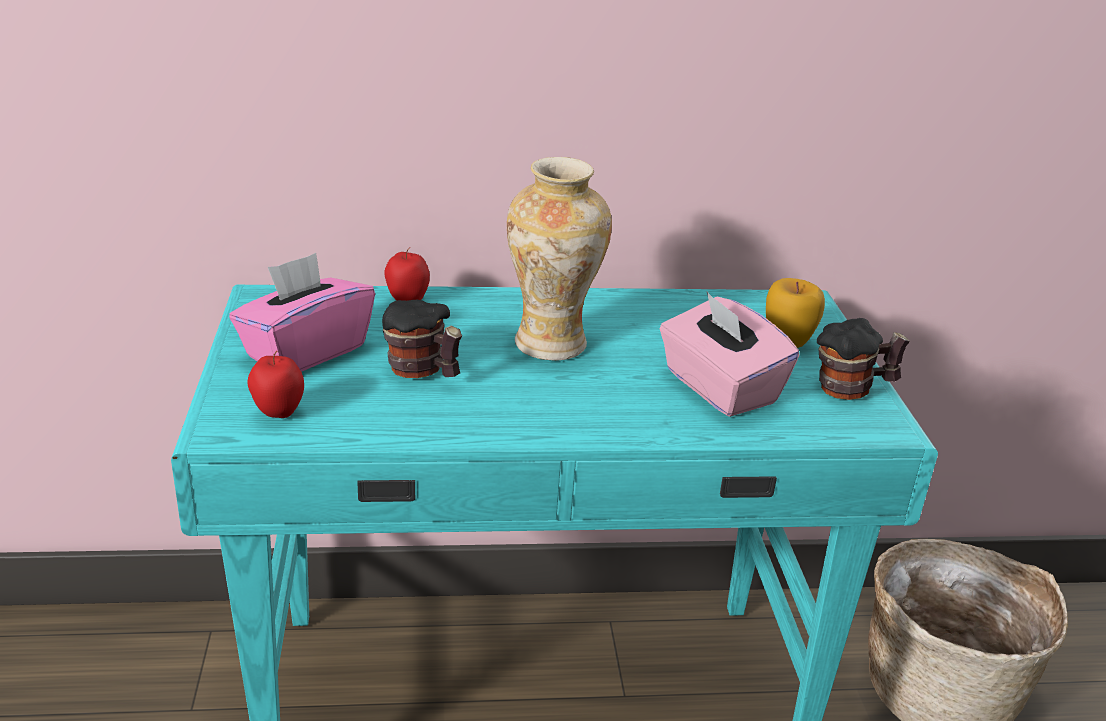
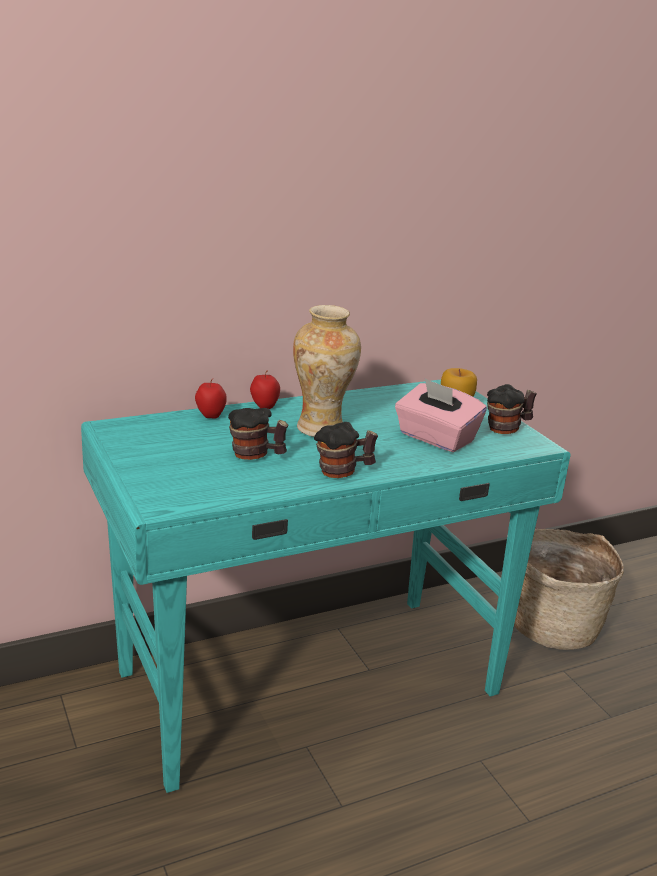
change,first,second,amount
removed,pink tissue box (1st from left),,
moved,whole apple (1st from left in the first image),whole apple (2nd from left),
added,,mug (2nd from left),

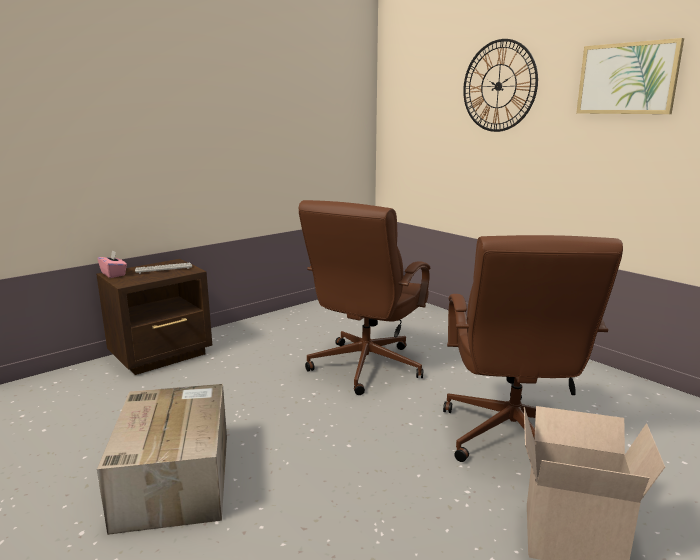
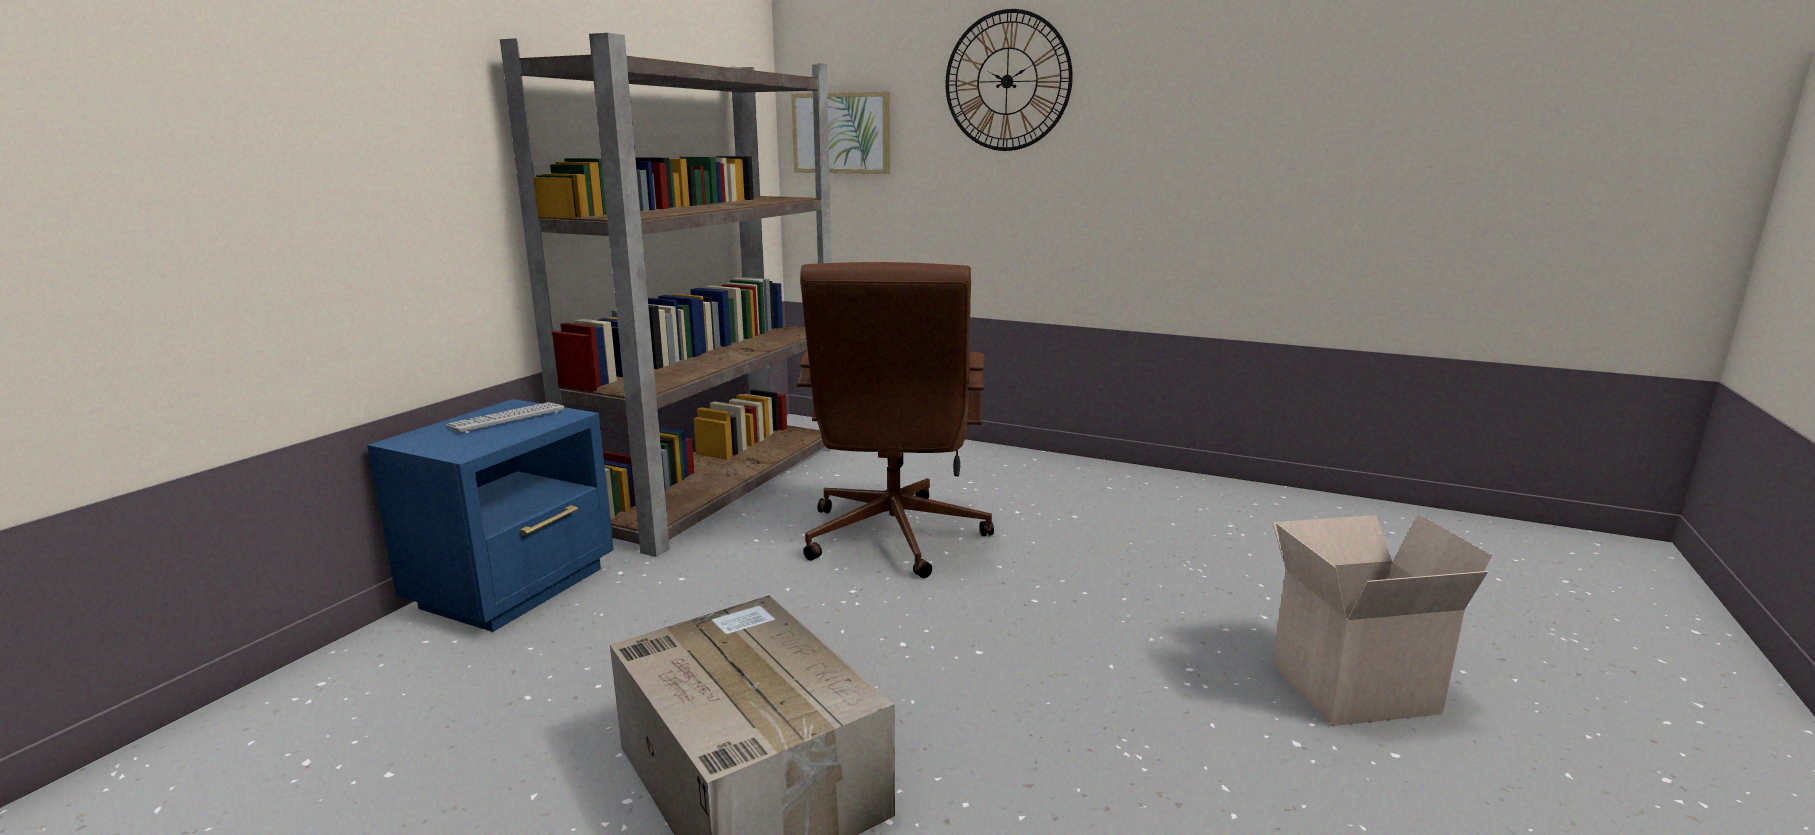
change,first,second,amount
recoloured,brown-coloured bedside table,bluish bedside table,
removed,pink tissue box,,
removed,brown-coloured office chair (2nd from left),,
moved,picture,,
added,,brown-coloured bookcase,

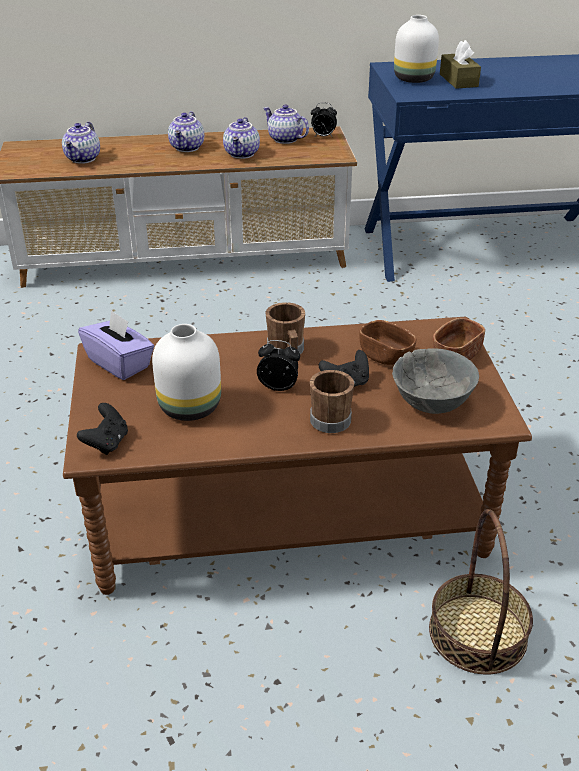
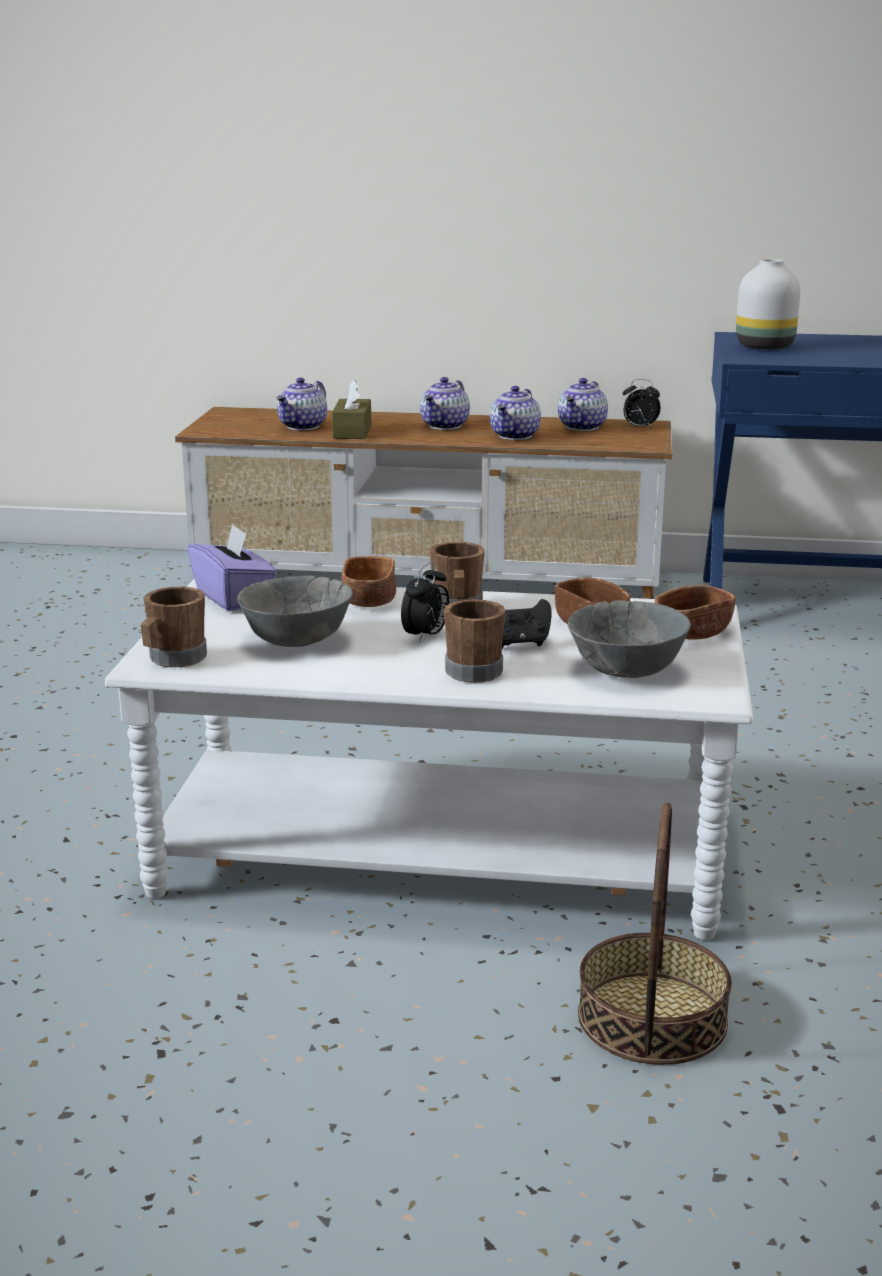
change,first,second,amount
recoloured,brown-coloured coffee table,white-coloured coffee table,
replaced,black joypad (1st from left),brown-coloured mug (1st from left),
replaced,white-coloured vase (1st from left),gray serving bowl (1st from left),
turned,alarm clock (1st from left),,90 degrees clockwise
turned,tea pot (4th from left),,120 degrees counterclockwise
moved,brown-coloured tissue box,,
added,,brown-coloured serving bowl (1st from left),

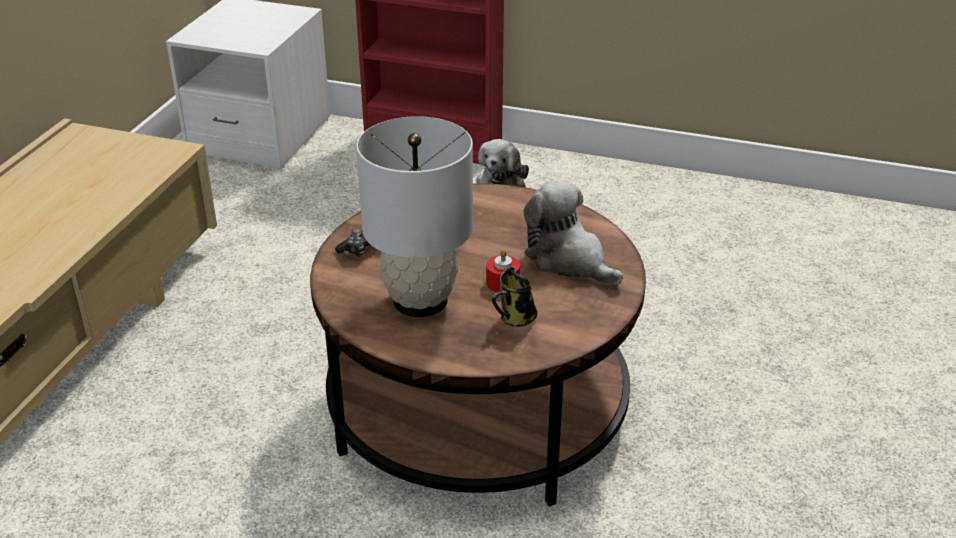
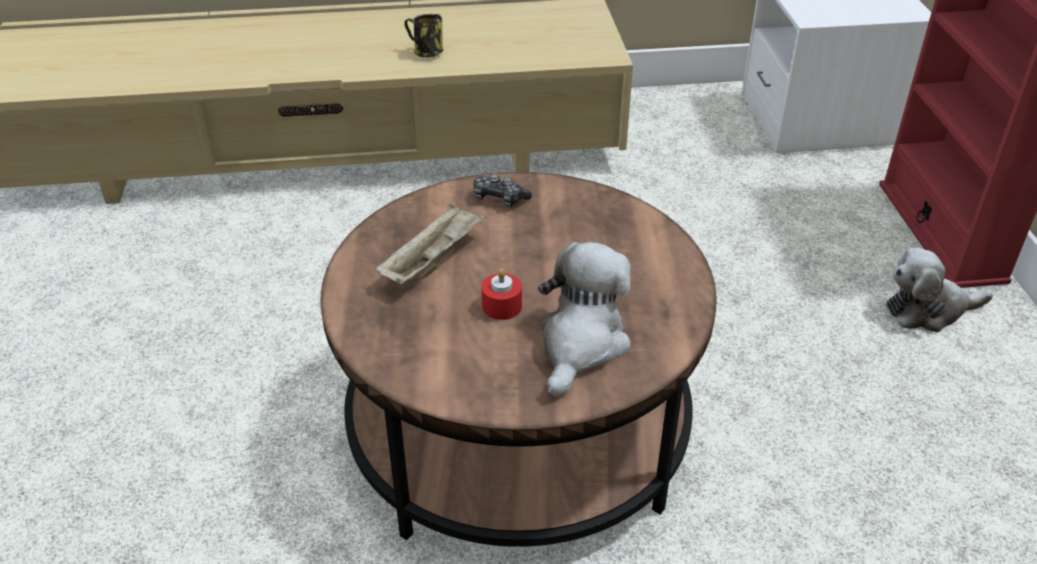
change,first,second,amount
replaced,white-coloured lamp for a table,beige carrying tray,
moved,mug,,

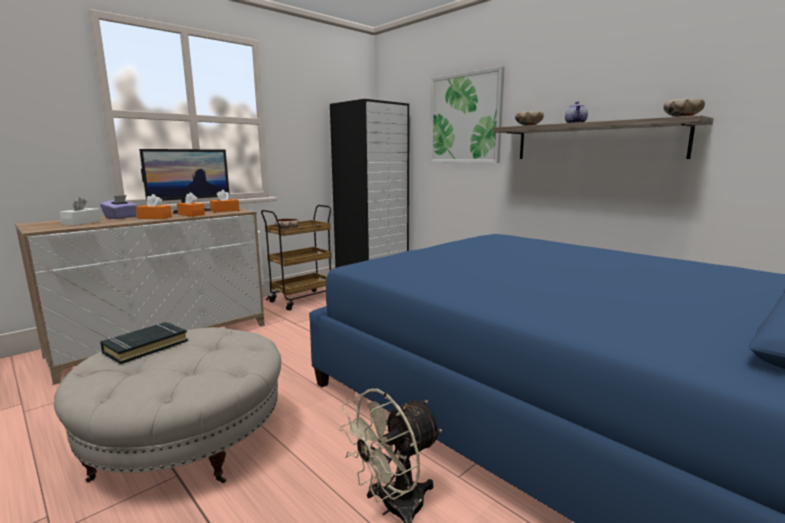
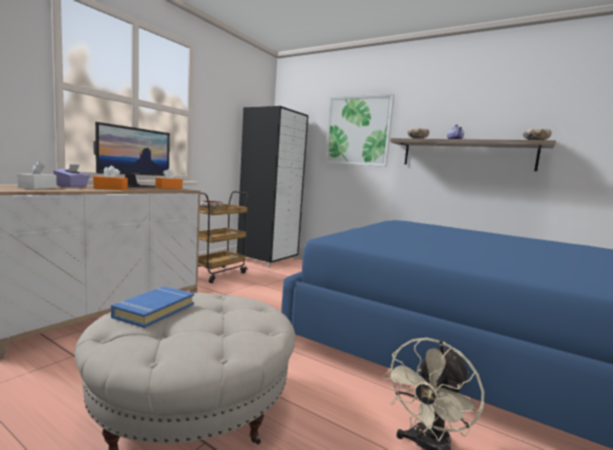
change,first,second,amount
recoloured,black book,bluish book,
removed,orange-coloured tissue box (2nd from left),,

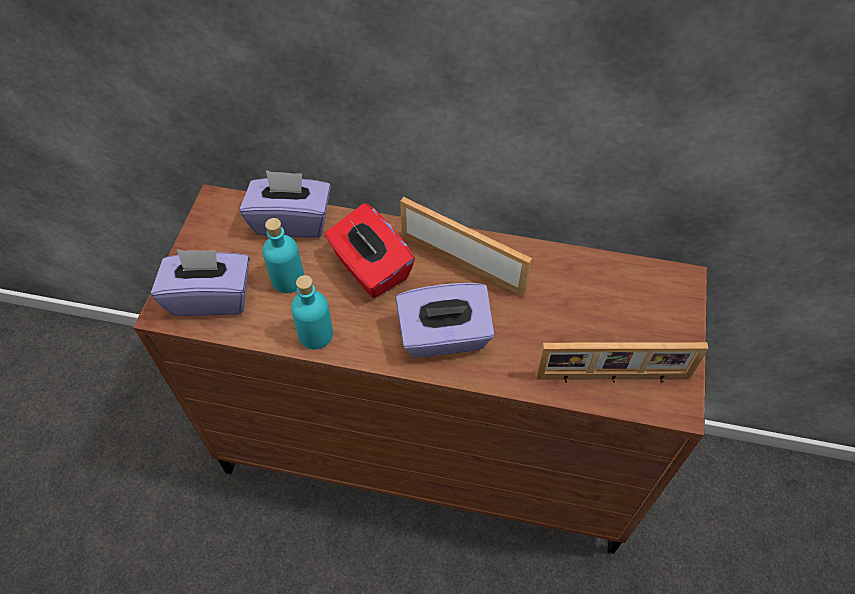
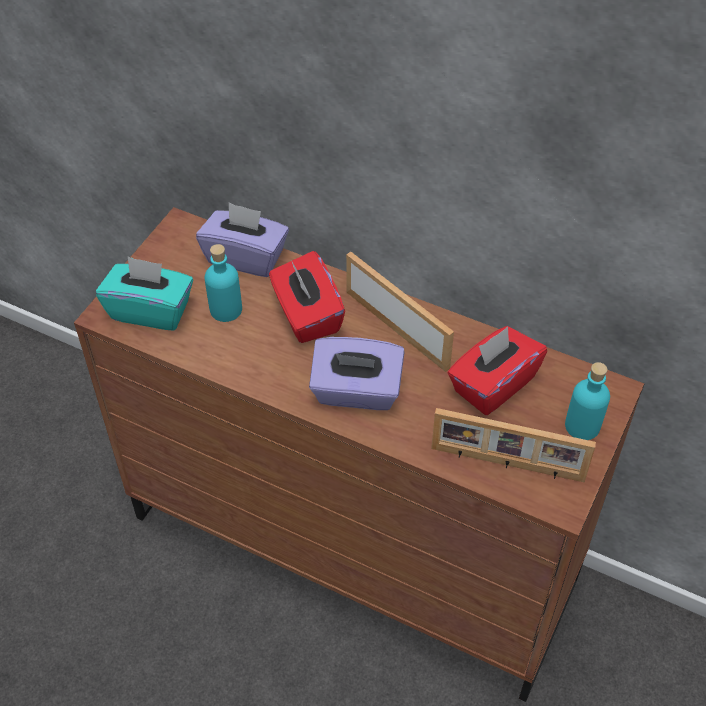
change,first,second,amount
recoloured,purple tissue box (1st from left),blue-green tissue box,
moved,blue-green bottle (2nd from left),,
added,,red-coloured tissue box (2nd from left),

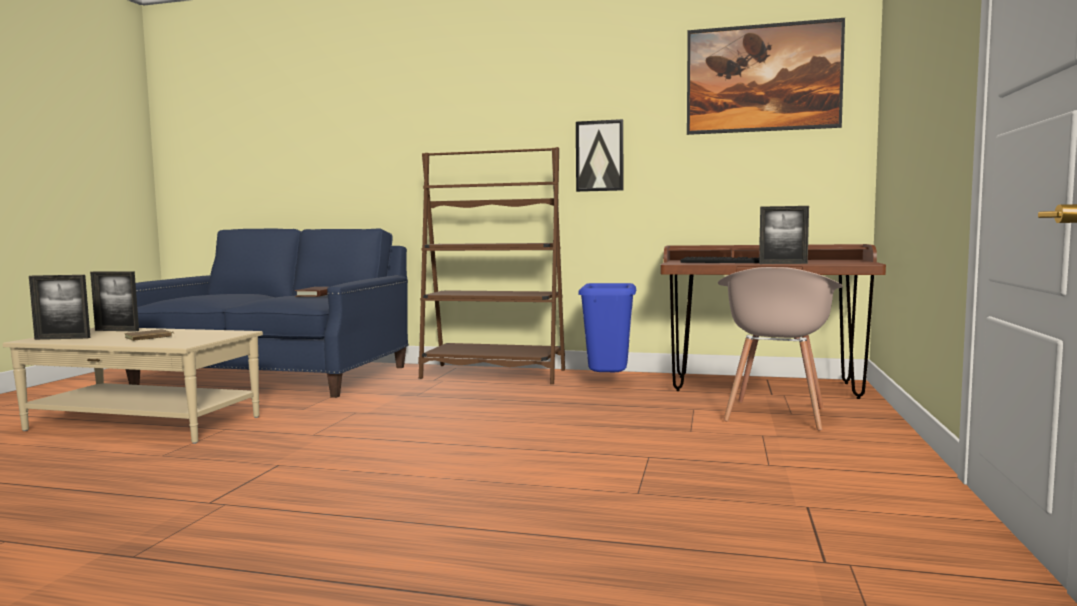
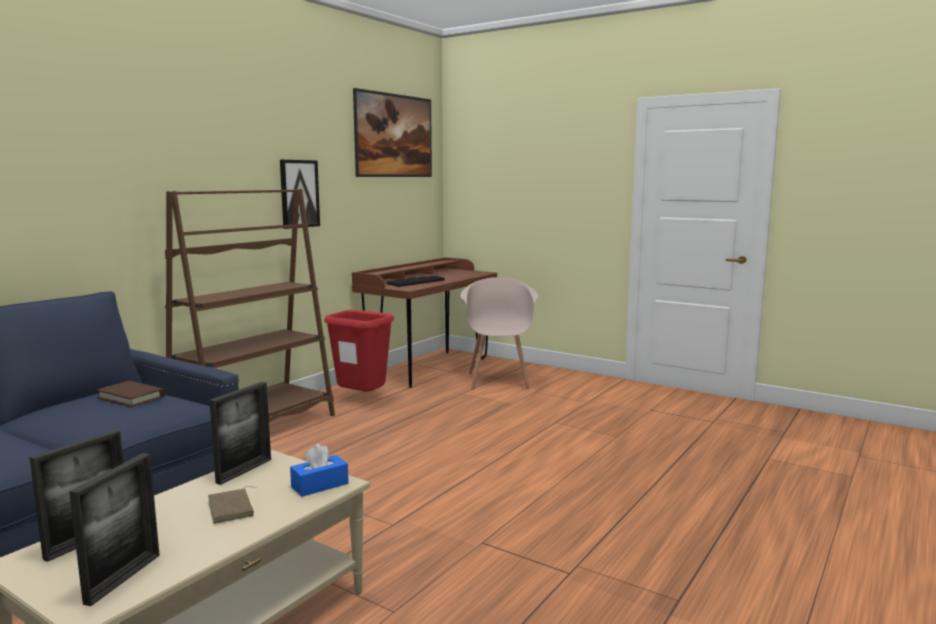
change,first,second,amount
recoloured,bluish waste bin,red-coloured waste bin,
turned,beige chair,,135 degrees counterclockwise
moved,photo frame (3rd from left),,
added,,bluish tissue box,

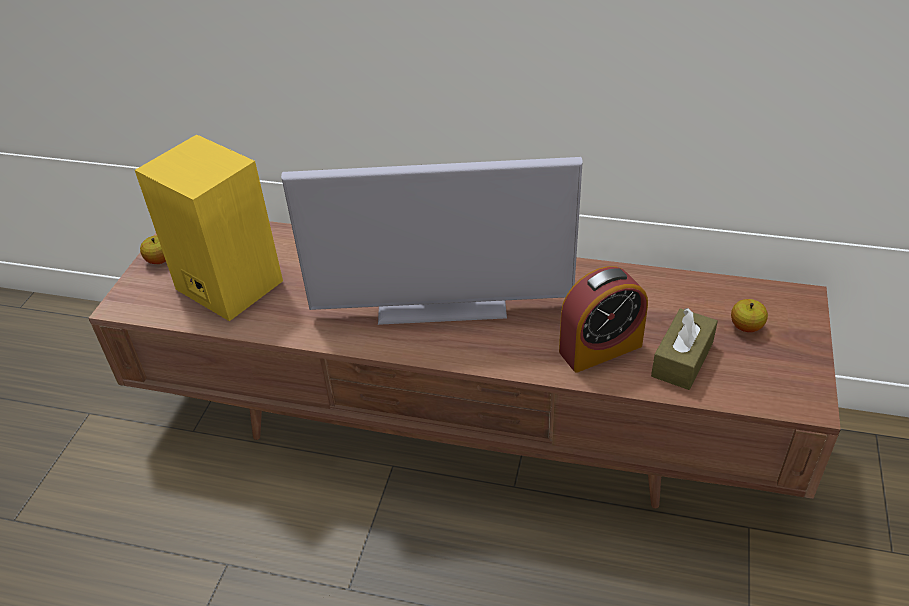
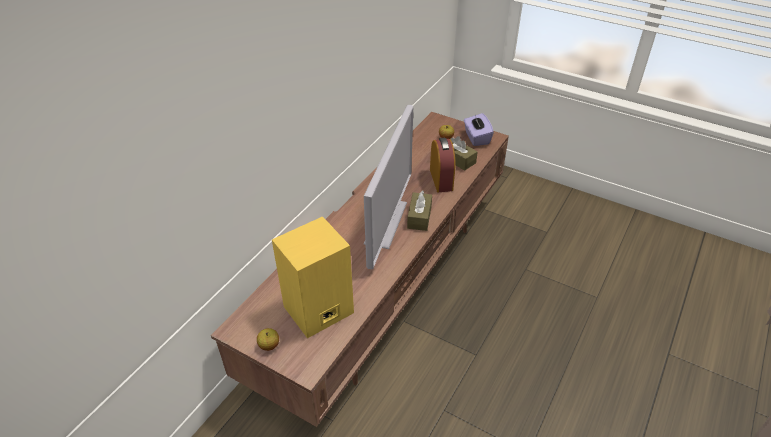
change,first,second,amount
added,,brown-coloured tissue box (1st from left),
added,,purple tissue box,

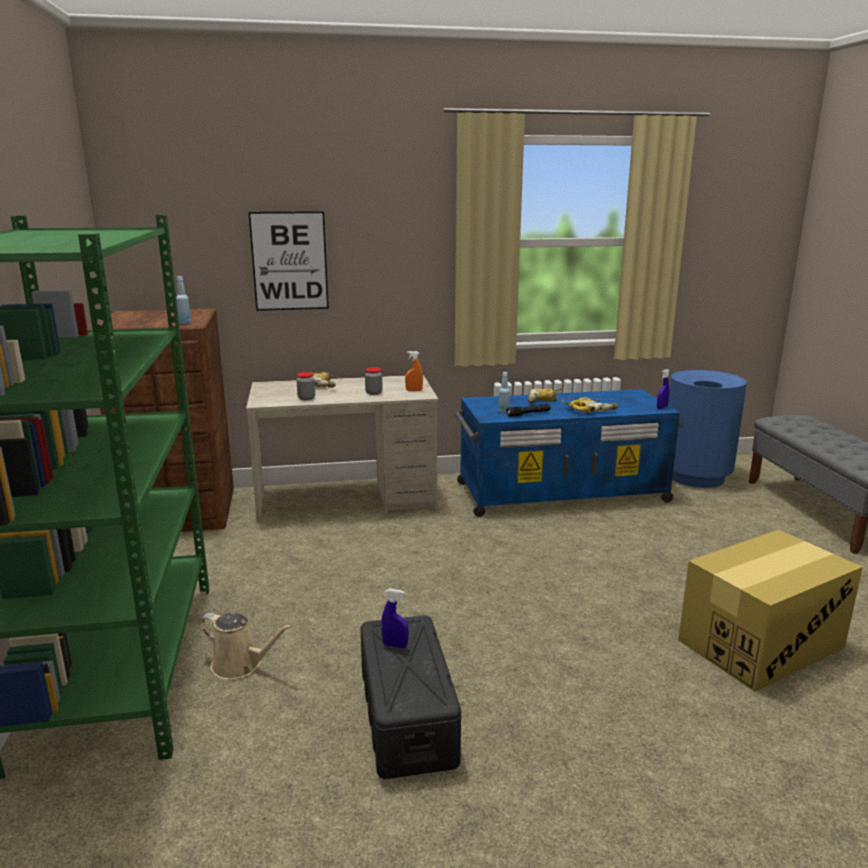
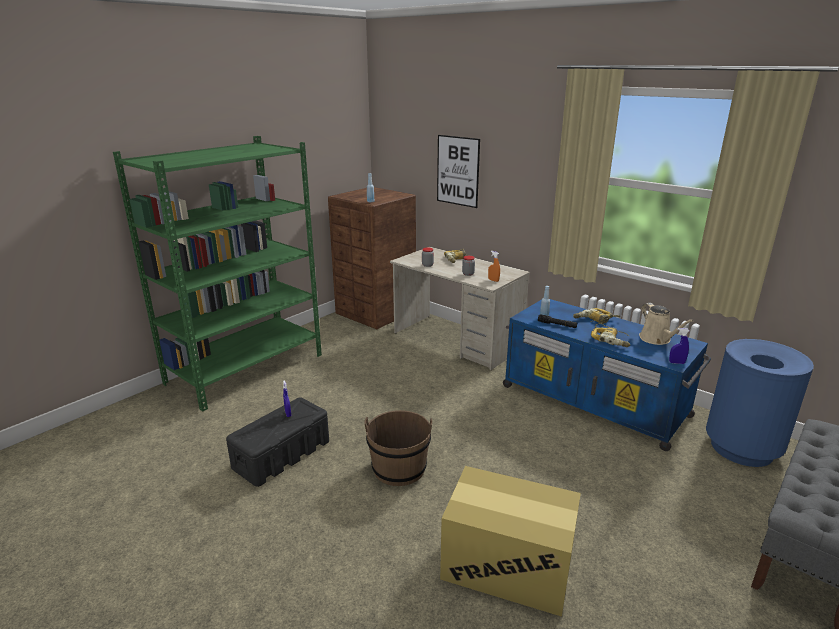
change,first,second,amount
moved,beige watering pot,,
added,,brown-coloured water bucket,

